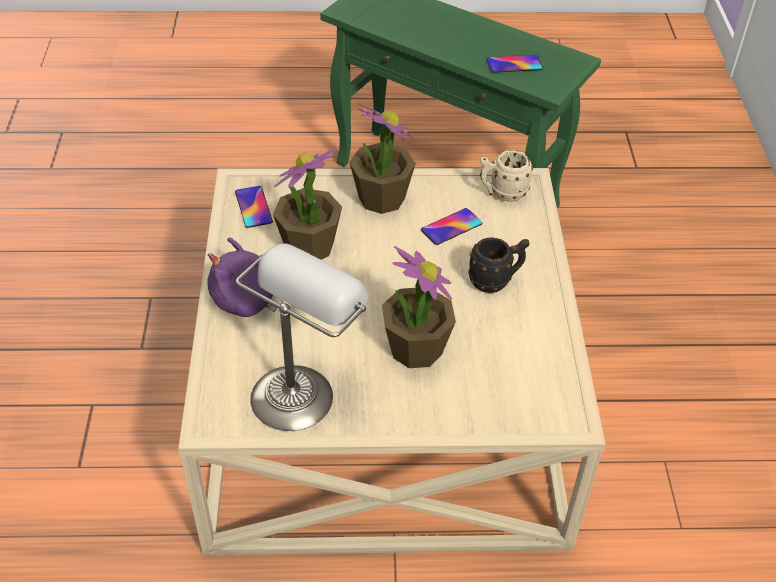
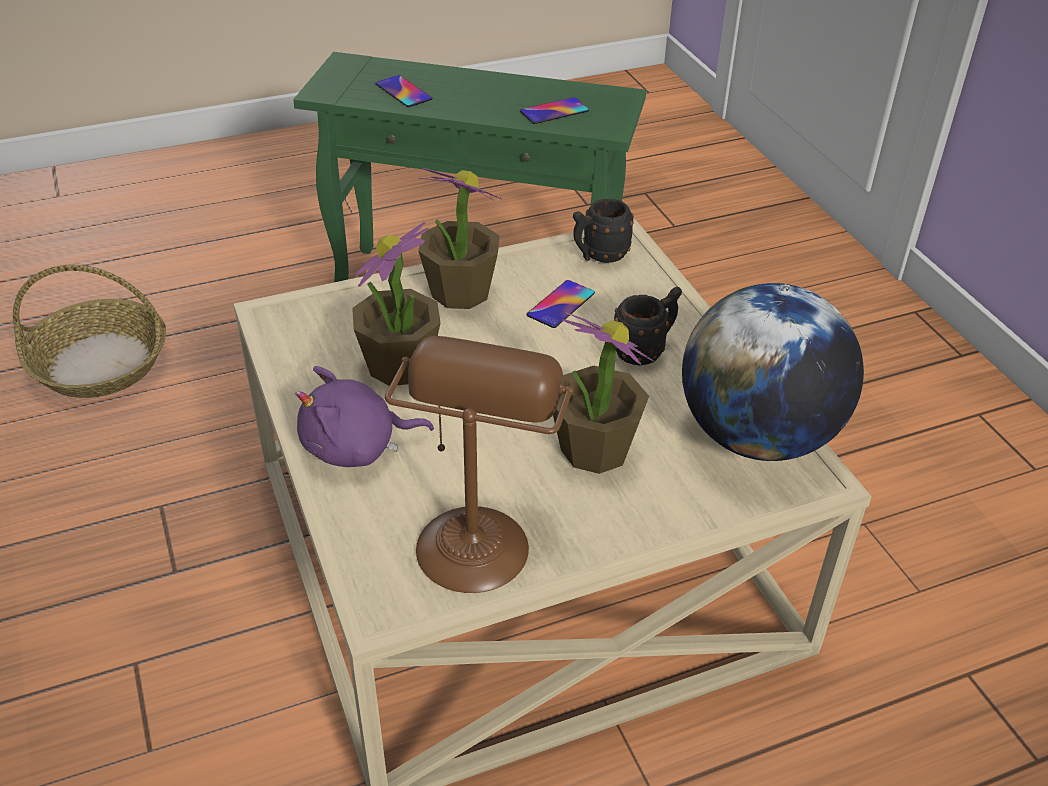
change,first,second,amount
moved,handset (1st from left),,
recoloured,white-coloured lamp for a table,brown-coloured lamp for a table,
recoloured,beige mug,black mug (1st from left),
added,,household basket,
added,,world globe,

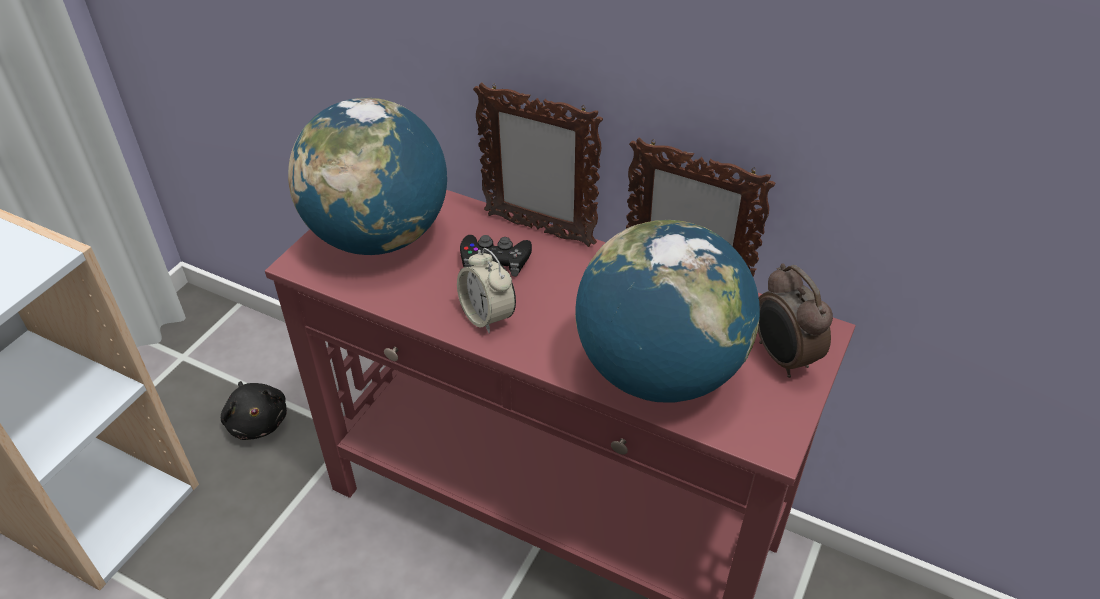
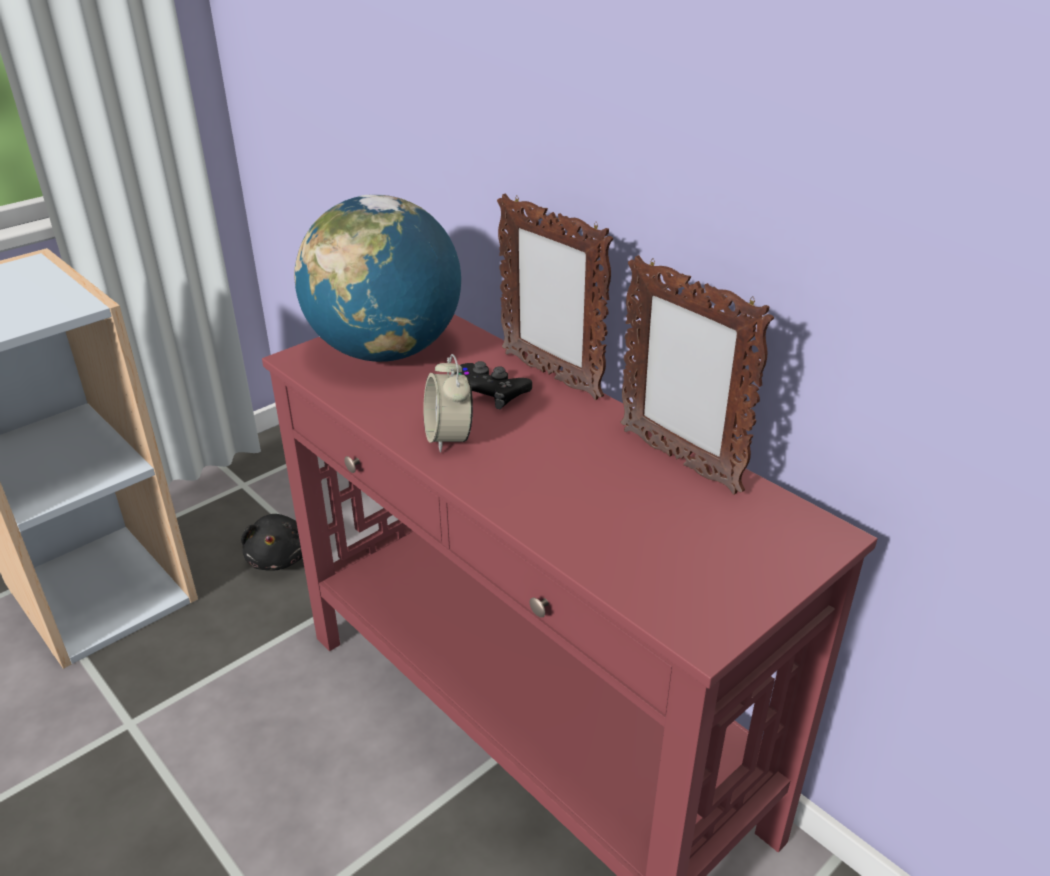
change,first,second,amount
removed,world globe (2nd from left),,
removed,alarm clock (2nd from left),,

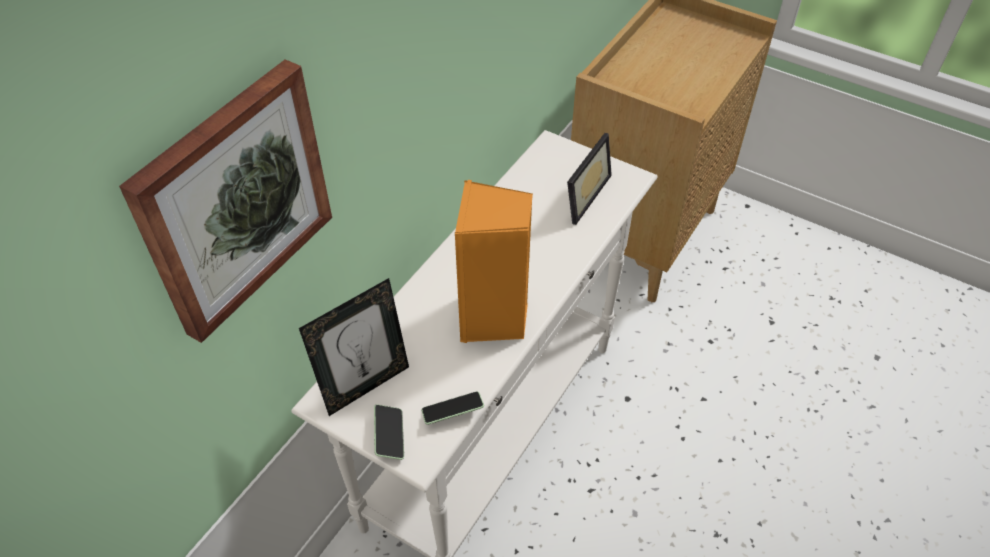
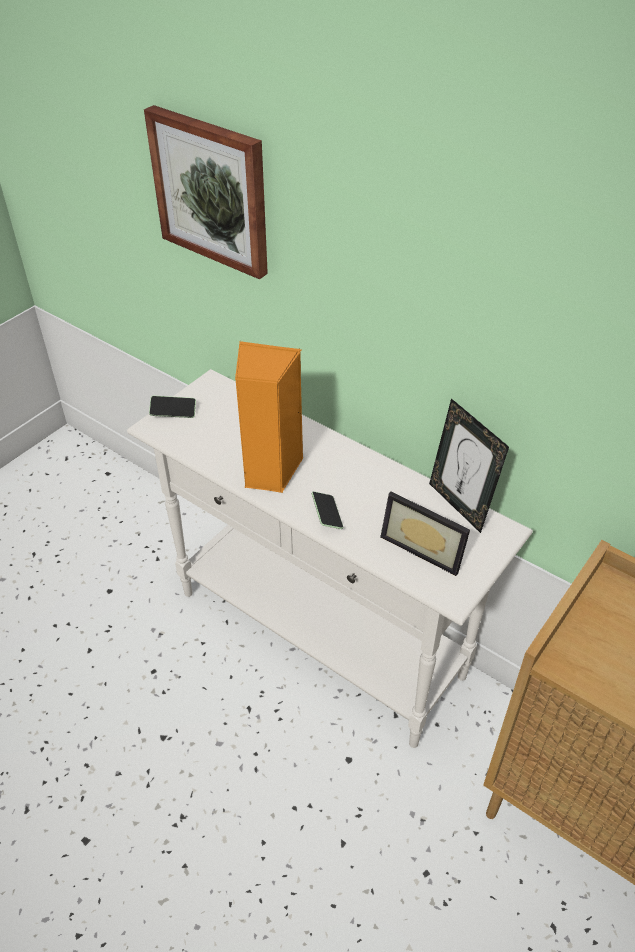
change,first,second,amount
moved,photo frame (1st from left in the first image),photo frame (2nd from left),
moved,handset (2nd from left),,

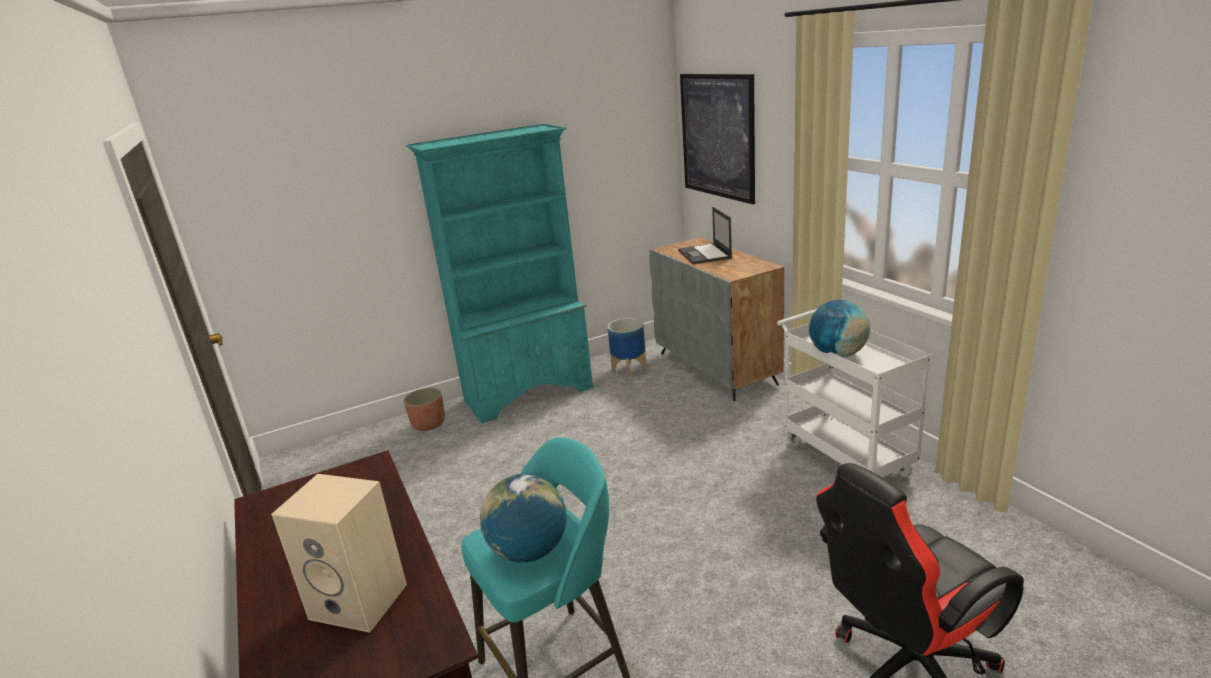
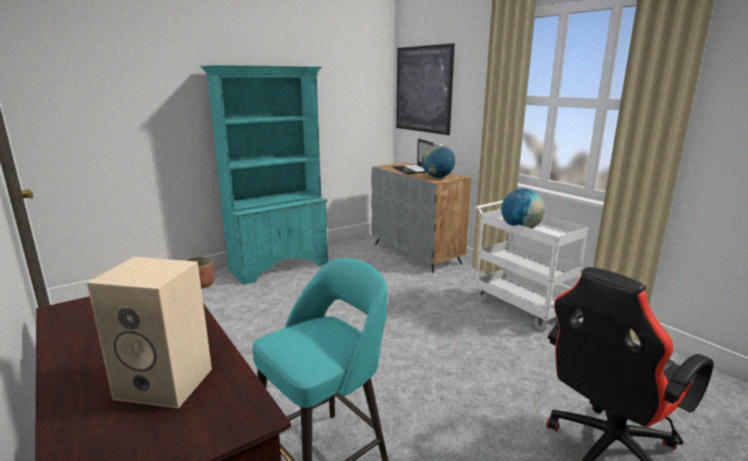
change,first,second,amount
moved,world globe (1st from left),,
removed,planter (2nd from left),,

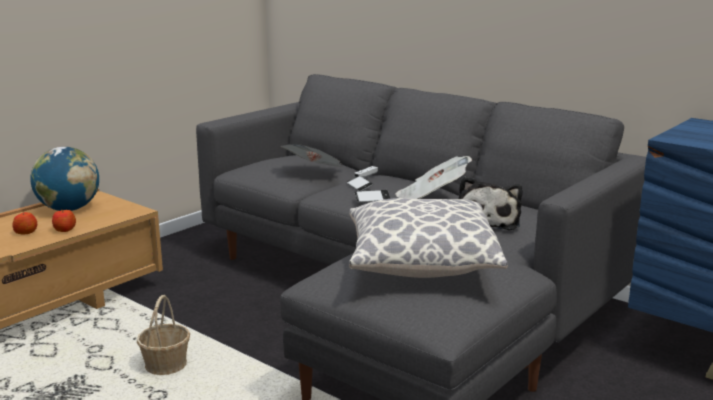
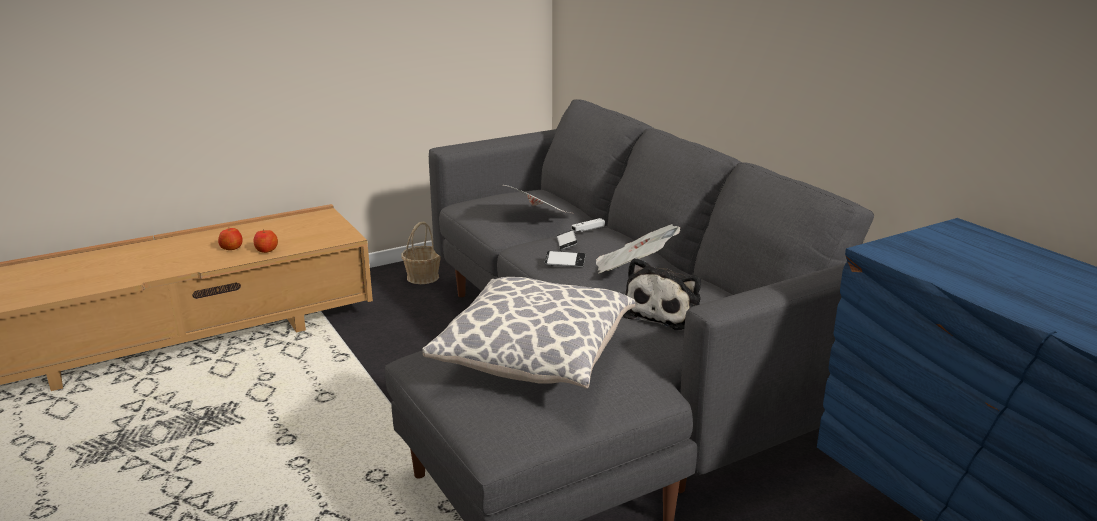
change,first,second,amount
removed,world globe,,
moved,household basket,,

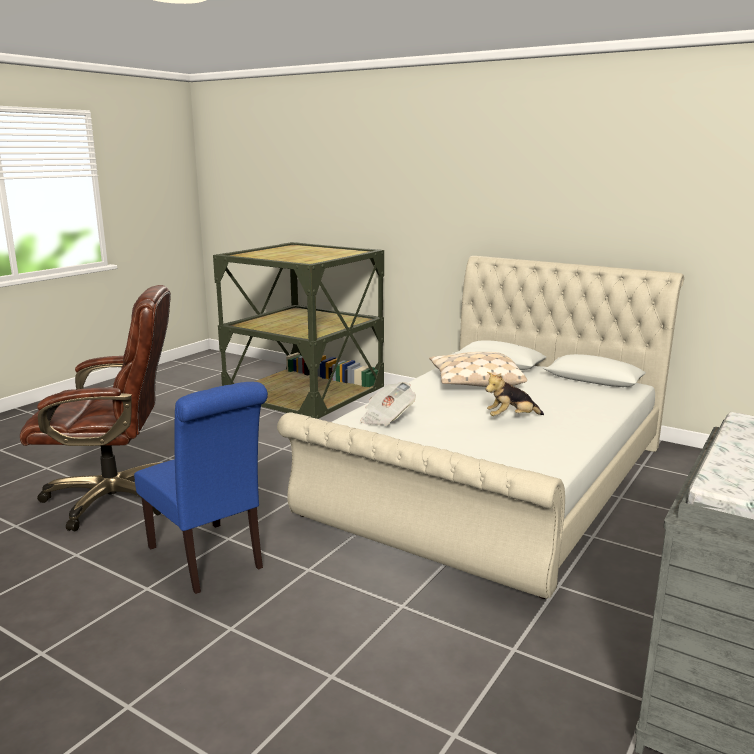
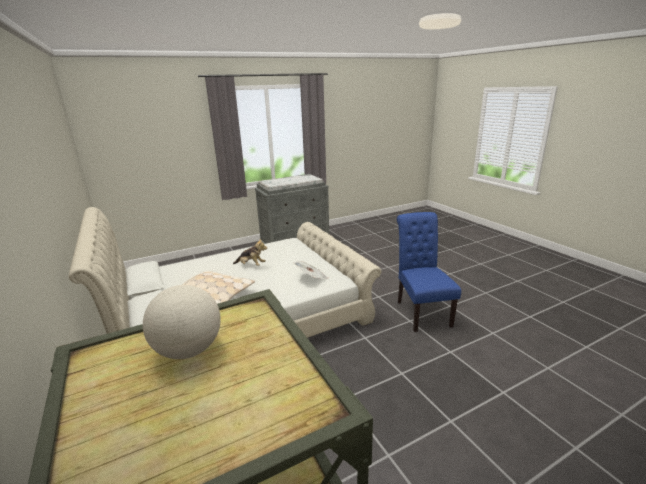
change,first,second,amount
removed,brown-coloured office chair,,
added,,world globe,

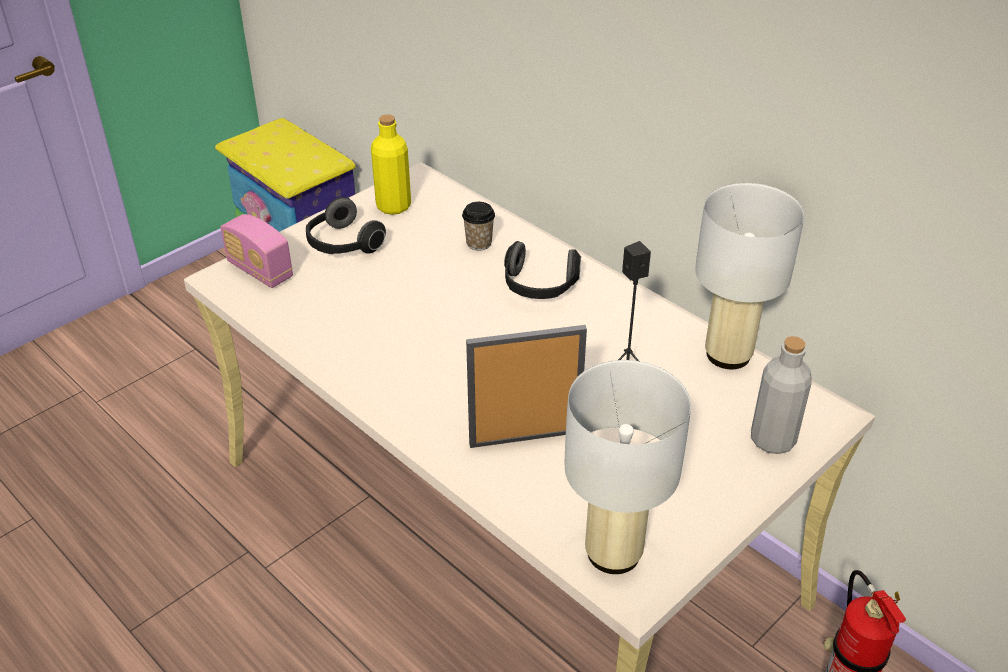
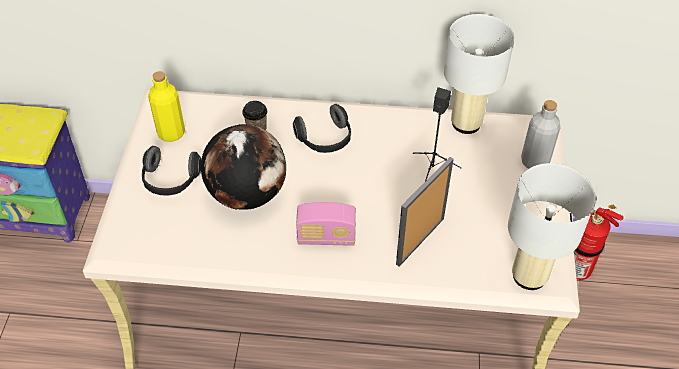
change,first,second,amount
moved,radio,,
added,,world globe,

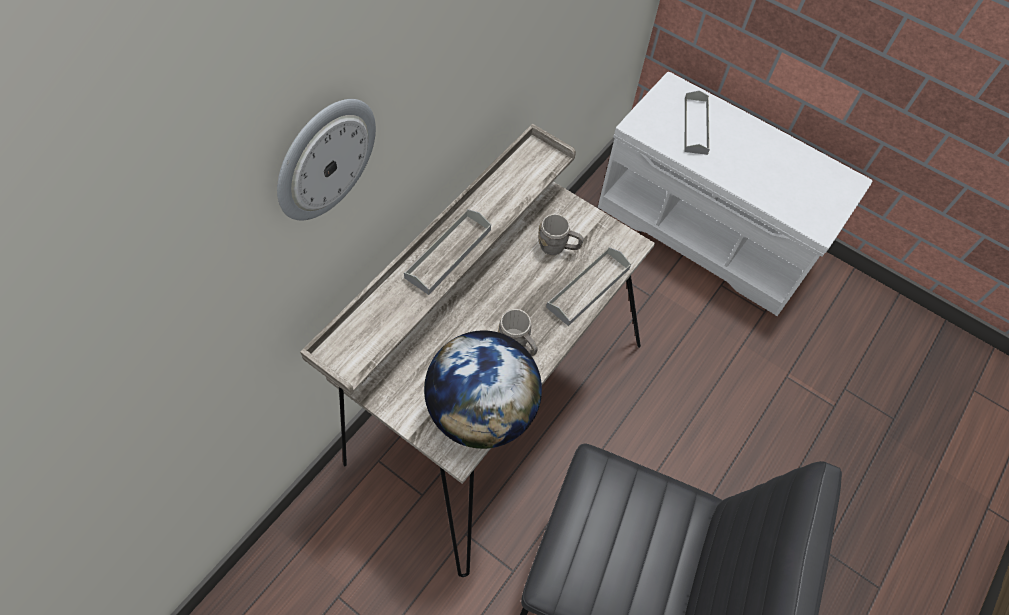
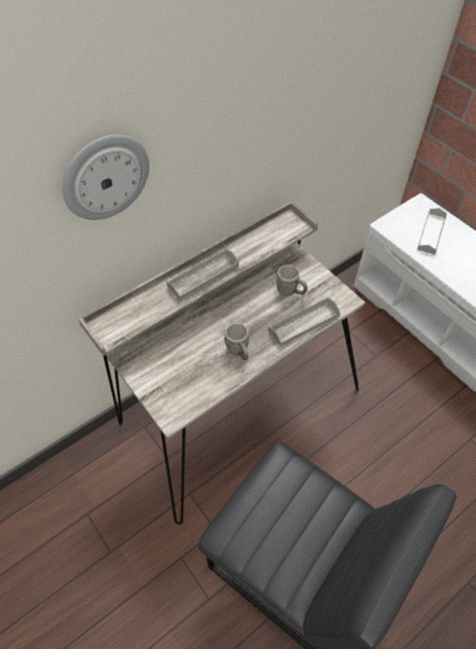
change,first,second,amount
removed,world globe,,

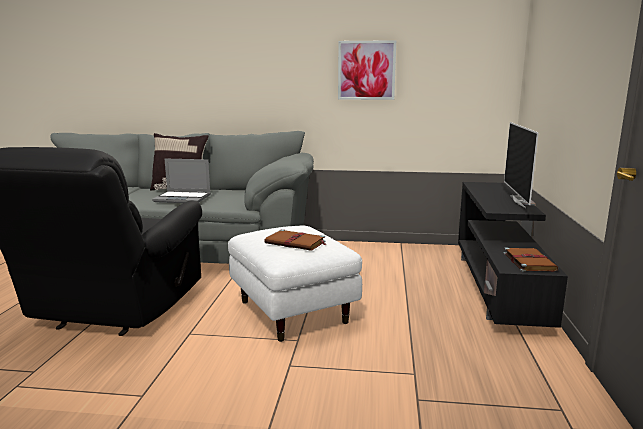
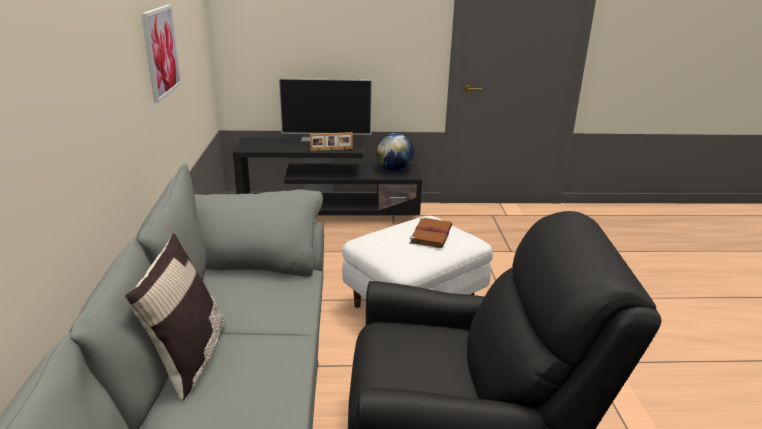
change,first,second,amount
removed,laptop,,
replaced,brown-coloured book (2nd from left),world globe,
added,,photo frame,

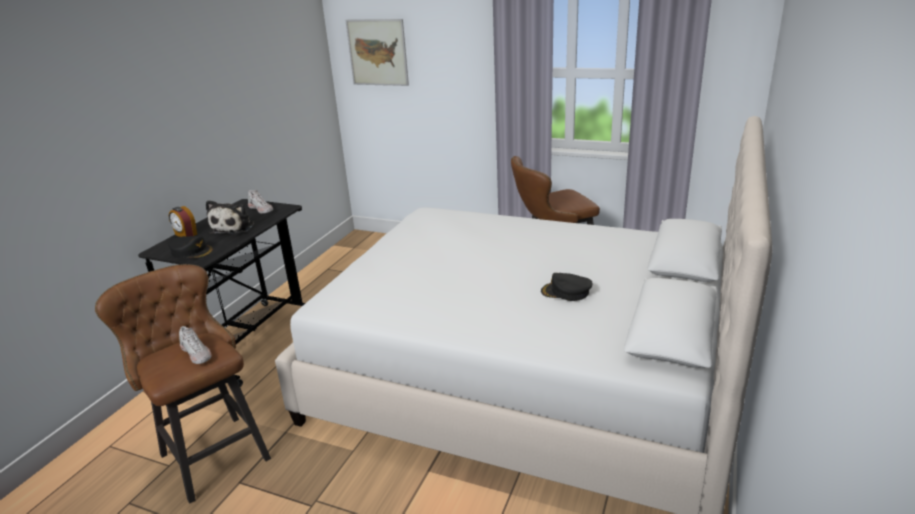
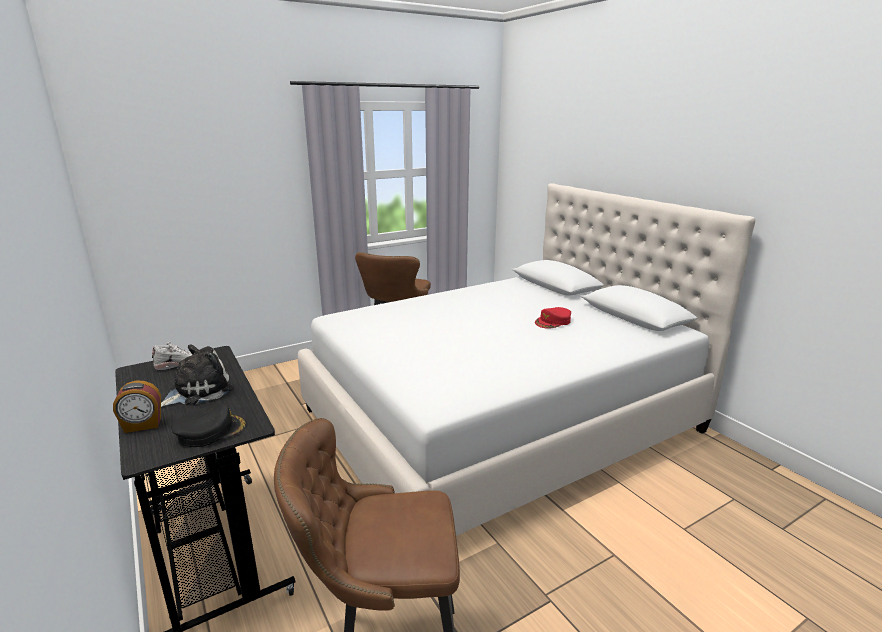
change,first,second,amount
removed,white-coloured item of footwear (1st from left),,
turned,plush toy,,90 degrees counterclockwise
removed,picture,,
recoloured,black baseball cap (2nd from left),red-coloured baseball cap,

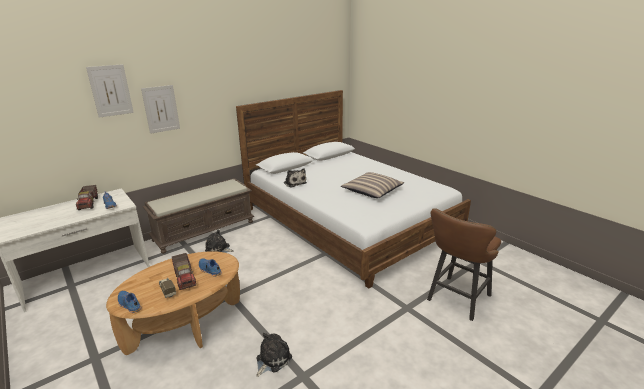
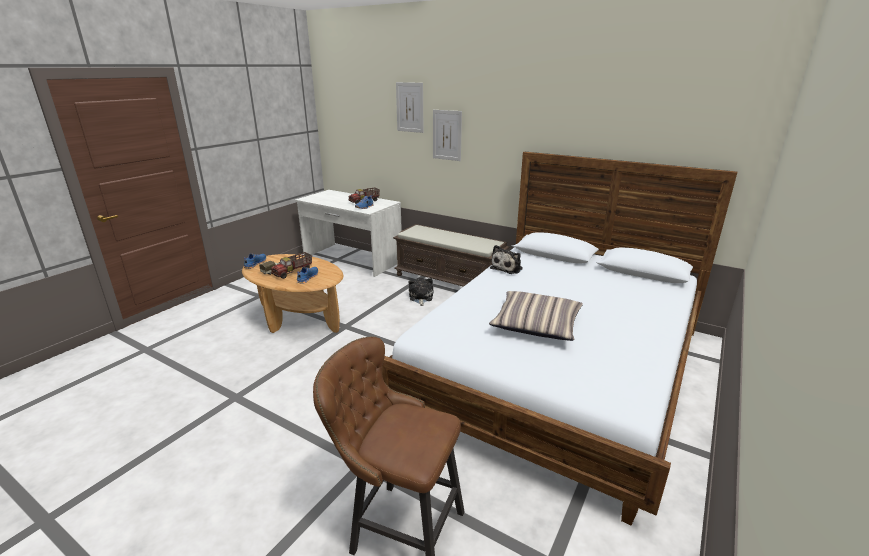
change,first,second,amount
removed,plush toy (2nd from left),,

